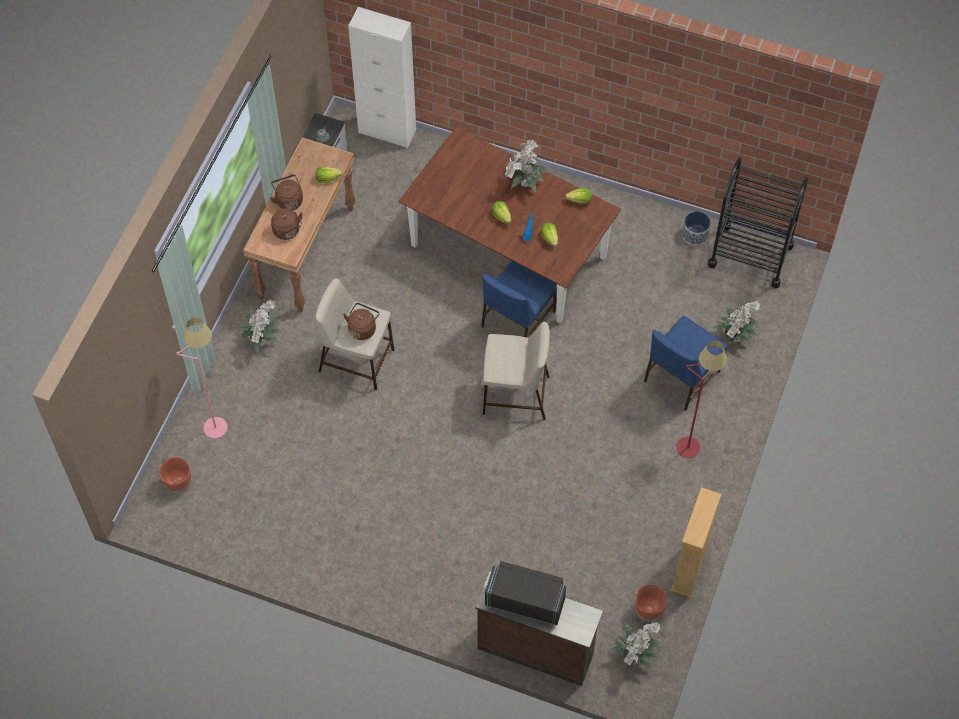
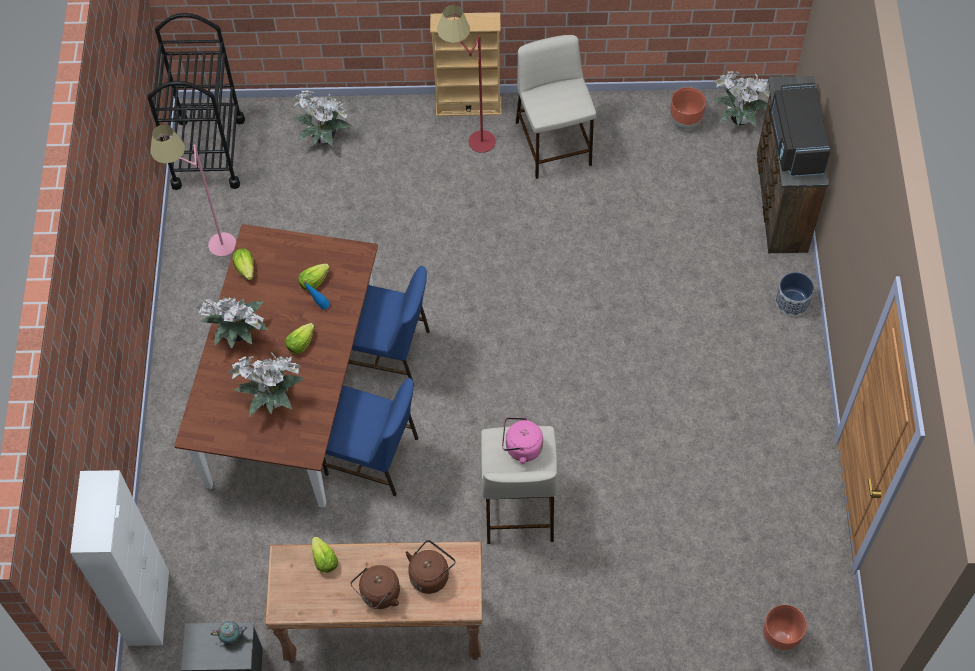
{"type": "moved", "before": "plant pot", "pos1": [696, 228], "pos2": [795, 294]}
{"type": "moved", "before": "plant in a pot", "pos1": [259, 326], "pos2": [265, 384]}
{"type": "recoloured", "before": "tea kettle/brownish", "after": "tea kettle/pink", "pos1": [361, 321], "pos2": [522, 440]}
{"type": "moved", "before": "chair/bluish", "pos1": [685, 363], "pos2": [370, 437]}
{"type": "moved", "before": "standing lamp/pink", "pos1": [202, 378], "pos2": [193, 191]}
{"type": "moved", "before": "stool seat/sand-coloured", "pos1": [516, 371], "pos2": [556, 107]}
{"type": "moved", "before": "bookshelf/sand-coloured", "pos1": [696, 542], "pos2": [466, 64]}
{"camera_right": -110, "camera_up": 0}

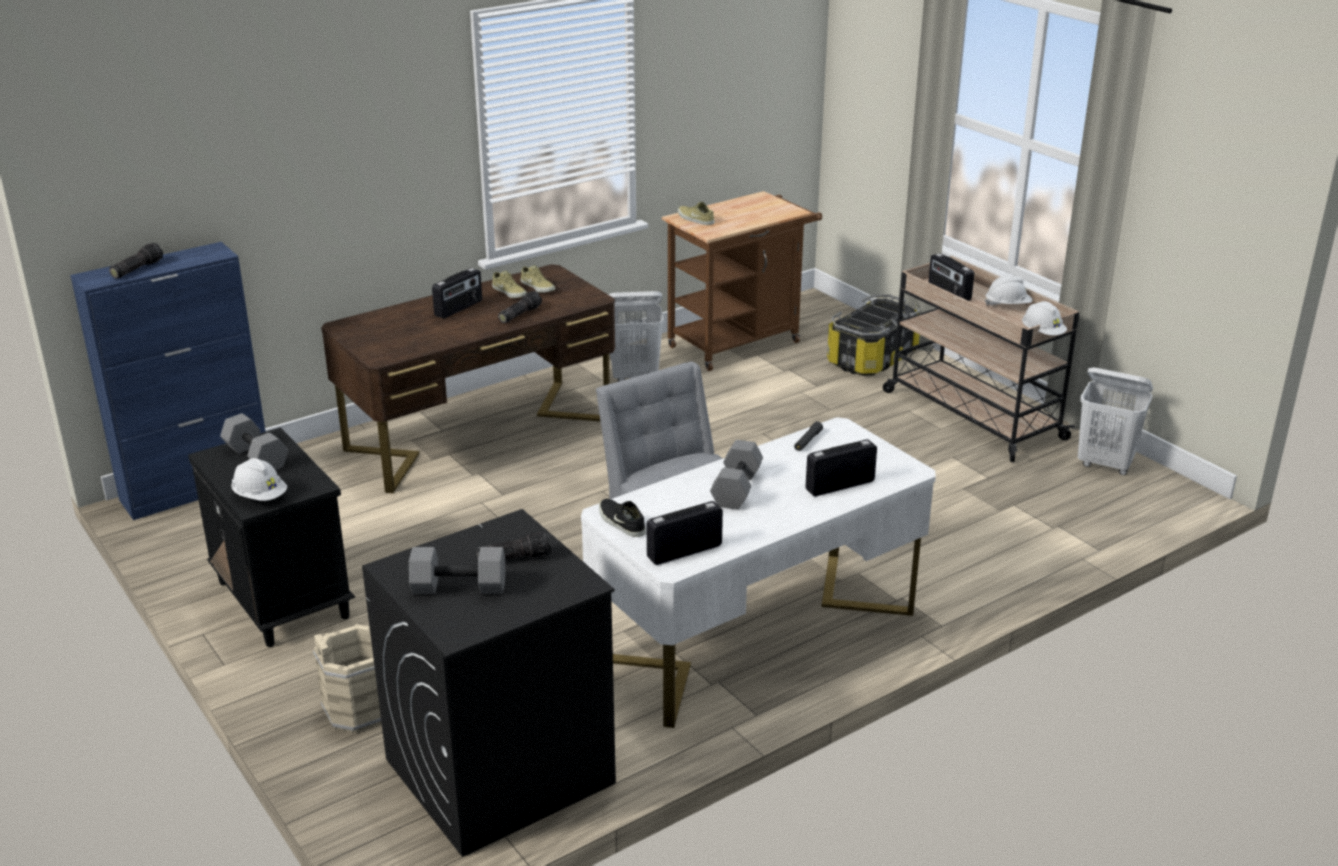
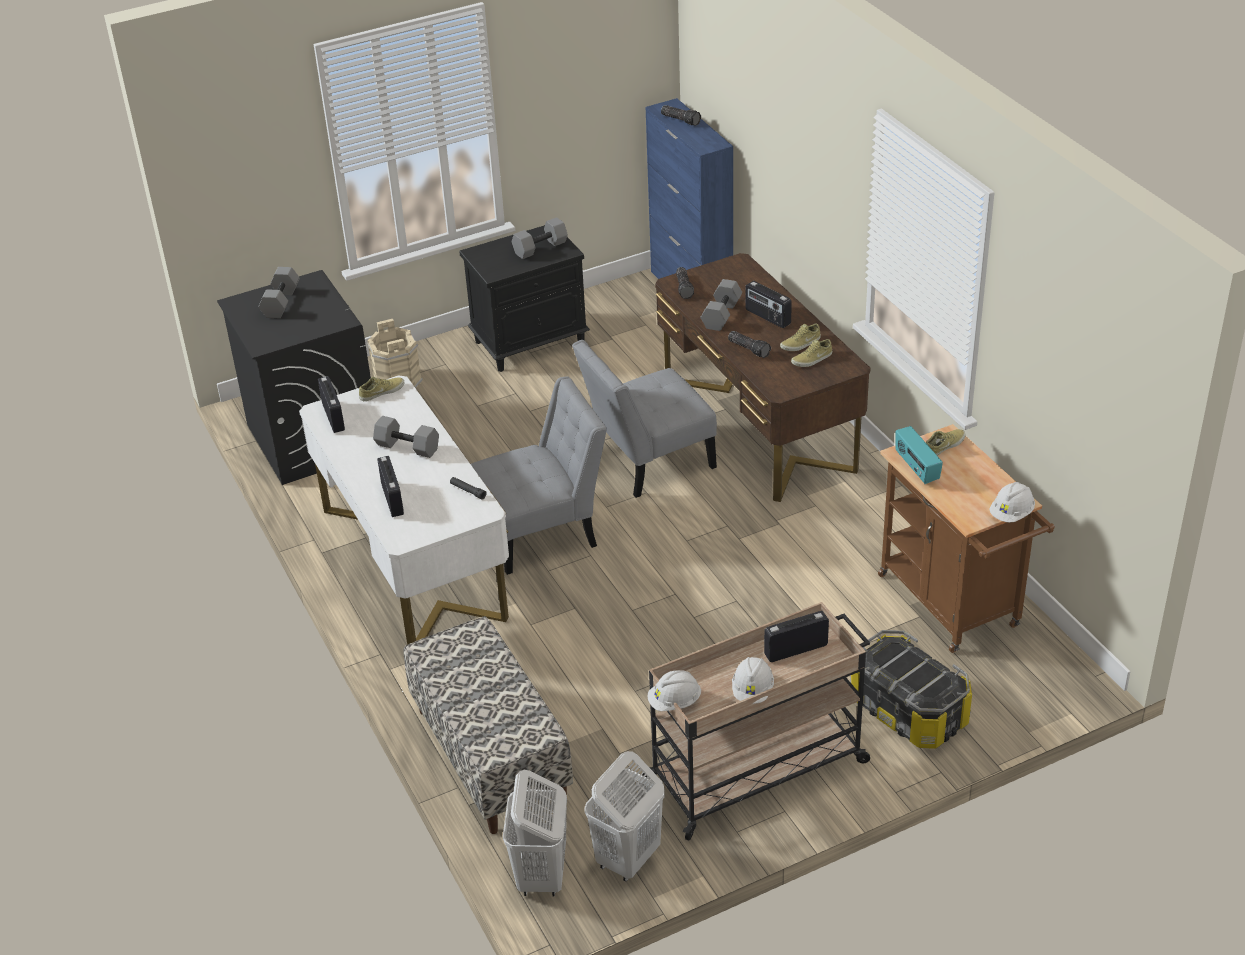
{"type": "moved", "before": "laundry basket/white-coloured", "pos1": [636, 336], "pos2": [535, 833]}
{"type": "moved", "before": "hard hat/white-coloured", "pos1": [259, 479], "pos2": [1012, 502]}
{"type": "recoloured", "before": "low shoe/black", "after": "low shoe/sand-coloured", "pos1": [622, 518], "pos2": [382, 389]}
{"type": "moved", "before": "flashlight", "pos1": [513, 545], "pos2": [685, 283]}
{"type": "added", "after": "dumbbell/grey", "pos2": [721, 305]}
{"type": "added", "after": "chair/grey", "pos2": [644, 419]}
{"type": "added", "after": "radio receiver", "pos2": [919, 455]}
{"type": "added", "after": "indoor bench", "pos2": [488, 725]}
{"camera_right": 100, "camera_up": 10}

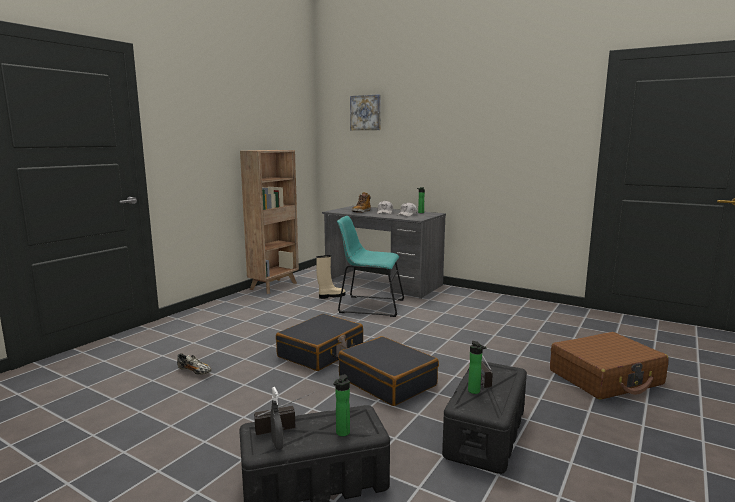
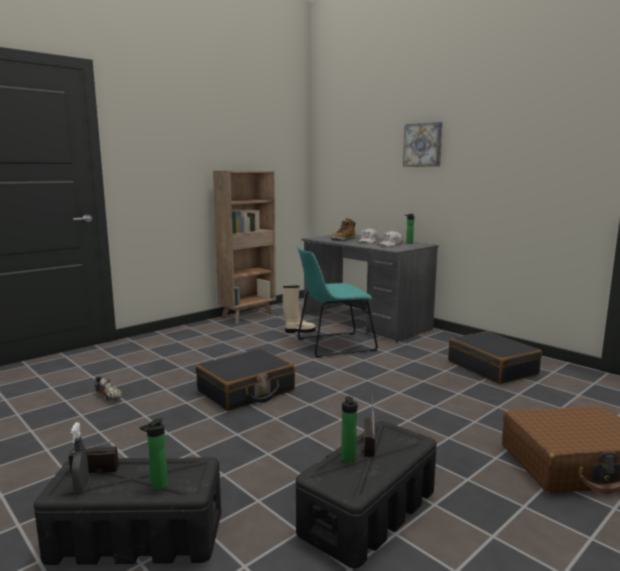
{"type": "moved", "before": "wall art", "pos1": [365, 112], "pos2": [423, 144]}
{"type": "turned", "before": "chair/turquoise", "pos1": [370, 266], "pos2": [337, 302], "turn": -45}
{"type": "moved", "before": "suitcase/black", "pos1": [388, 371], "pos2": [495, 357]}
{"camera_right": 15, "camera_up": 0}

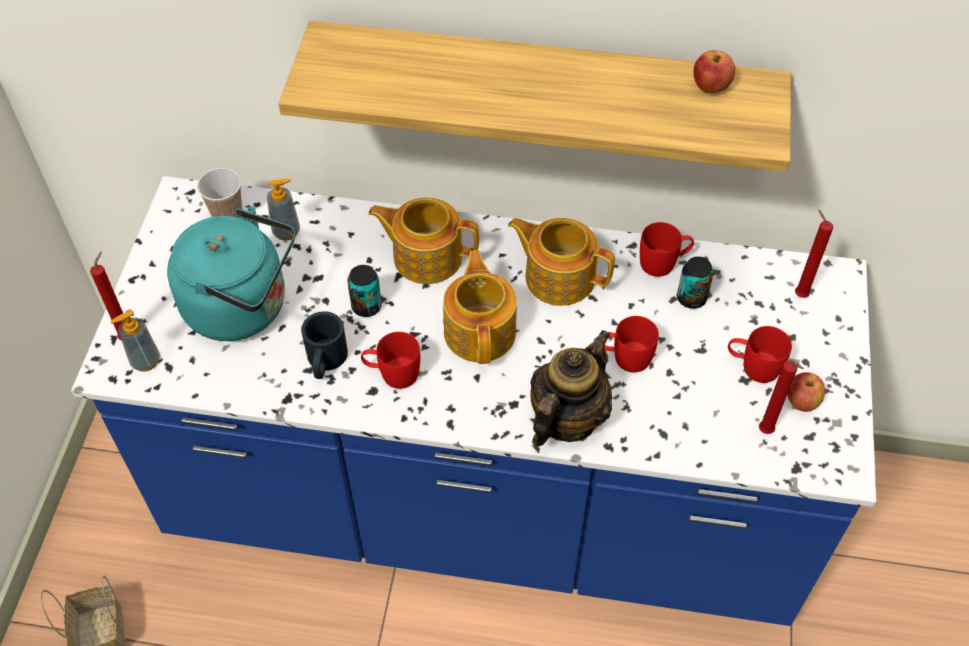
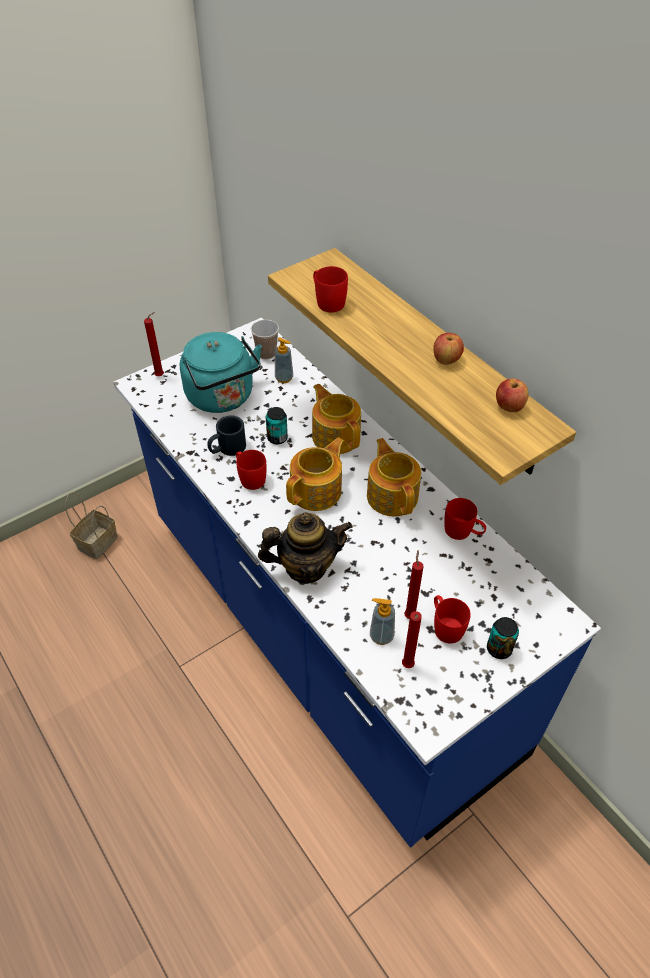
{"type": "moved", "before": "candle/reddish", "pos1": [814, 254], "pos2": [414, 584]}
{"type": "moved", "before": "sealed can", "pos1": [695, 283], "pos2": [503, 638]}
{"type": "moved", "before": "soap bottle", "pos1": [135, 341], "pos2": [382, 621]}
{"type": "moved", "before": "coffee mug/reddish", "pos1": [631, 344], "pos2": [330, 289]}
{"type": "moved", "before": "apple fruit", "pos1": [806, 392], "pos2": [448, 349]}
{"camera_right": 45, "camera_up": -5}

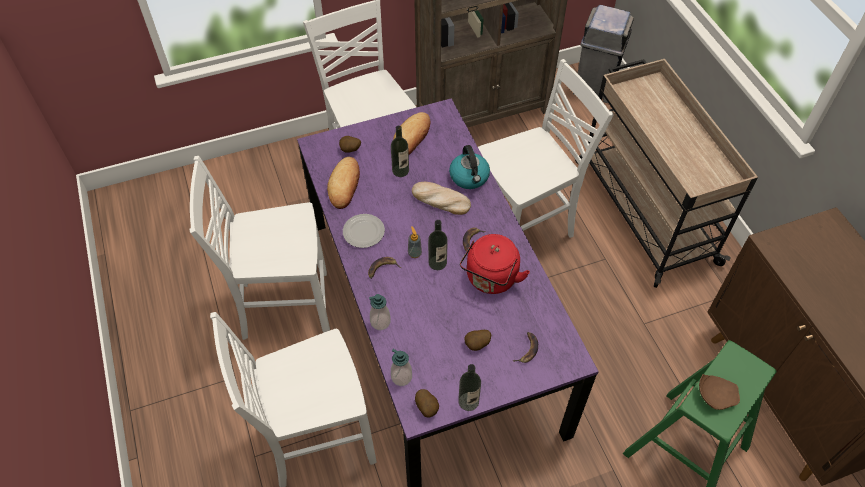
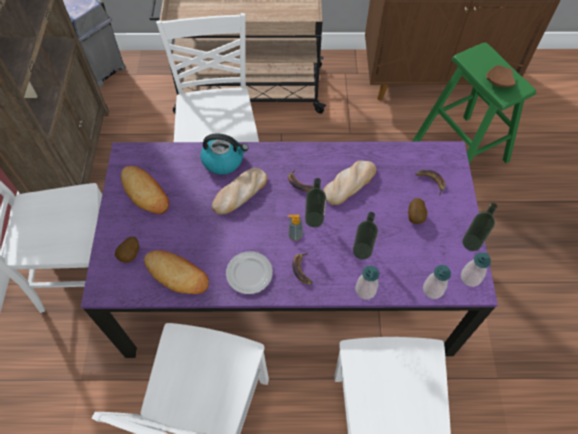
{"type": "moved", "before": "drink bottle", "pos1": [400, 151], "pos2": [365, 236]}
{"type": "replaced", "before": "tea kettle/reddish", "after": "bakery bread", "pos1": [495, 264], "pos2": [349, 183]}
{"type": "replaced", "before": "spud", "after": "soap bottle", "pos1": [427, 403], "pos2": [476, 270]}
{"camera_right": -70, "camera_up": 5}

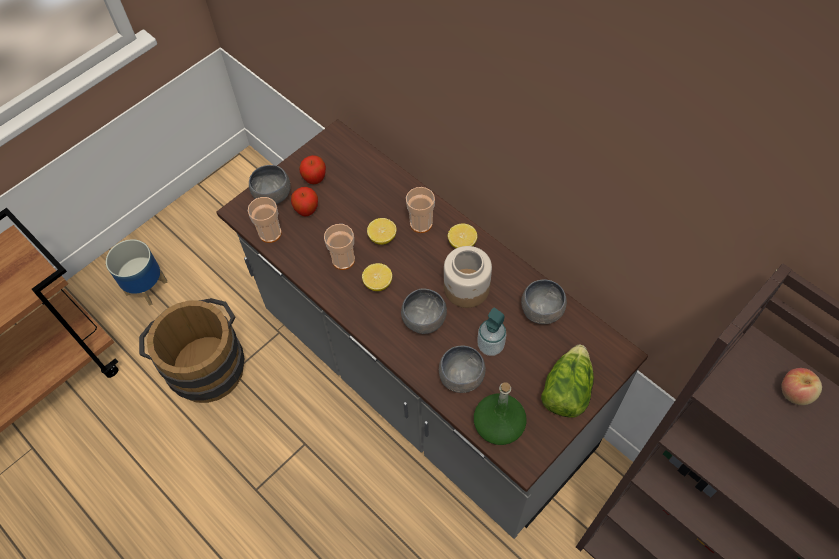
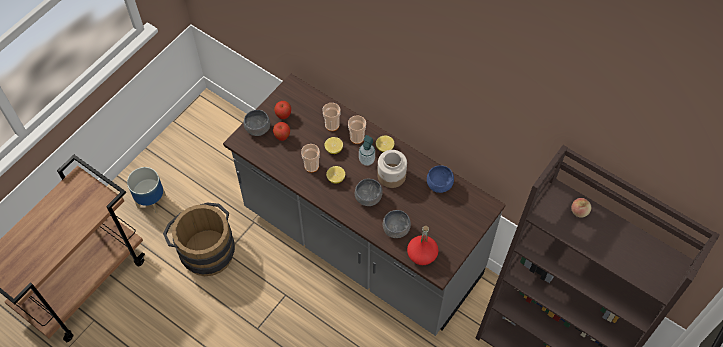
{"type": "moved", "before": "drinking cup", "pos1": [265, 220], "pos2": [331, 117]}
{"type": "recoloured", "before": "serving bowl/grey", "after": "serving bowl/bluish", "pos1": [544, 302], "pos2": [440, 179]}
{"type": "moved", "before": "soap bottle", "pos1": [491, 332], "pos2": [367, 150]}
{"type": "removed", "before": "lettuce", "pos1": [567, 381]}
{"type": "recoloured", "before": "drink bottle/green-coloured", "after": "drink bottle/reddish", "pos1": [500, 413], "pos2": [422, 245]}
{"camera_right": -10, "camera_up": 0}

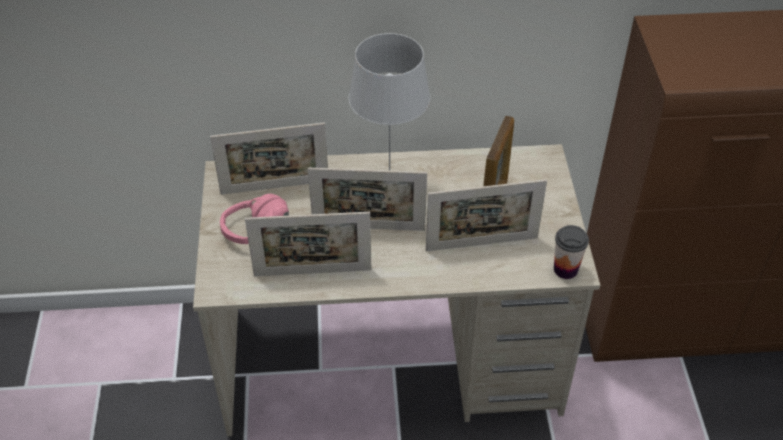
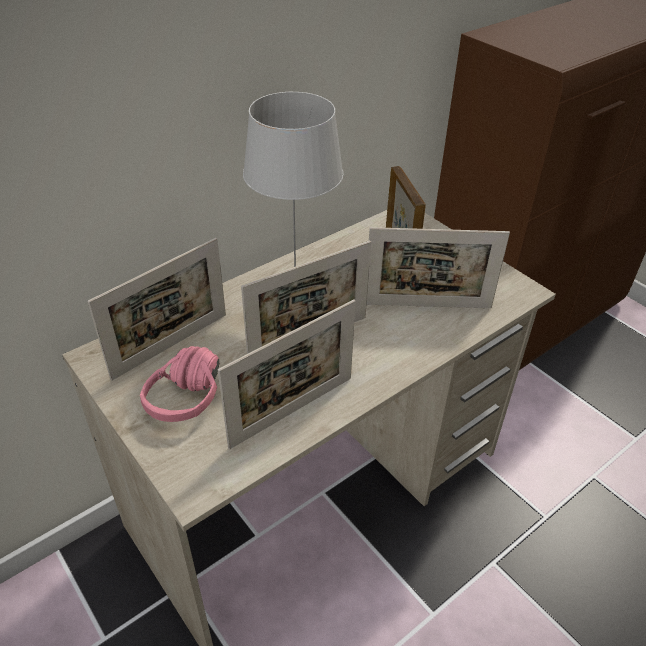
{"type": "turned", "before": "standing frame", "pos1": [486, 215], "pos2": [438, 267], "turn": 45}
{"type": "removed", "before": "drinking cup", "pos1": [571, 252]}
{"camera_right": -35, "camera_up": -5}

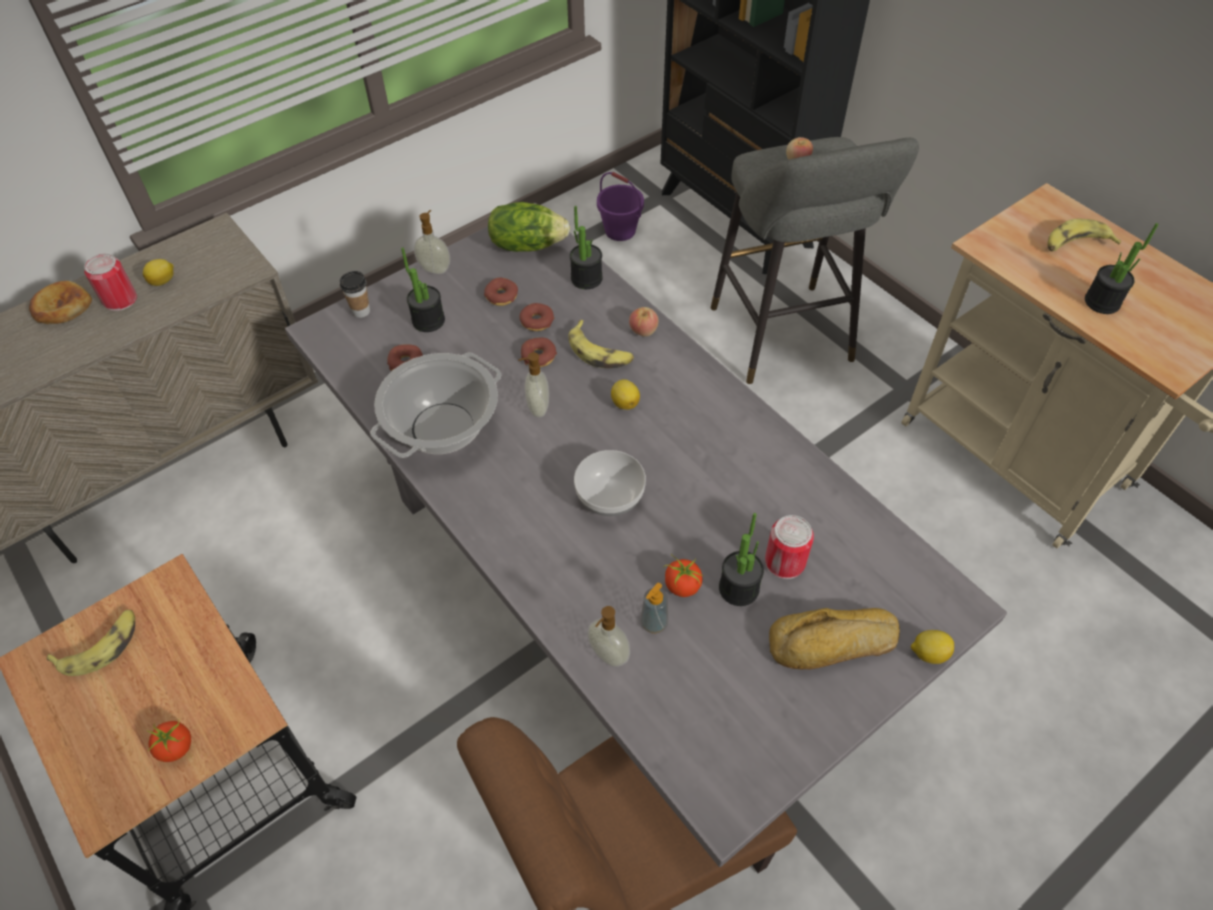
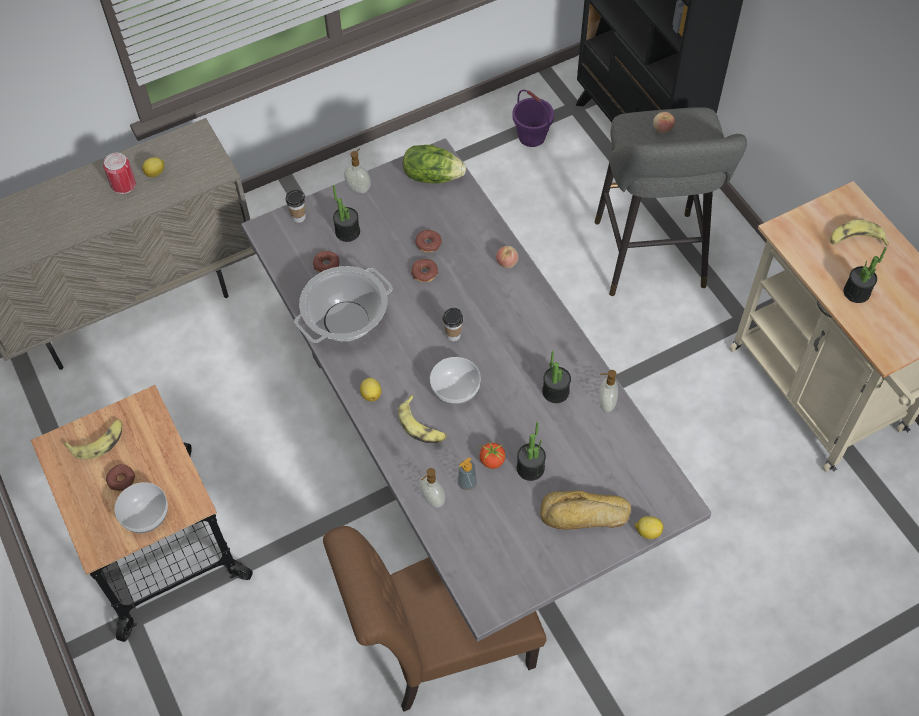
{"type": "moved", "before": "plant in a pot", "pos1": [586, 247], "pos2": [556, 377]}
{"type": "moved", "before": "doughnut", "pos1": [501, 292], "pos2": [120, 477]}
{"type": "removed", "before": "bakery bread", "pos1": [60, 302]}
{"type": "moved", "before": "banana", "pos1": [601, 344], "pos2": [422, 419]}
{"type": "moved", "before": "soap bottle", "pos1": [533, 385], "pos2": [608, 391]}
{"type": "moved", "before": "lemon", "pos1": [625, 394], "pos2": [370, 389]}
{"type": "removed", "before": "sealed can", "pos1": [789, 547]}
{"type": "replaced", "before": "tomato", "after": "serving bowl", "pos1": [168, 740], "pos2": [141, 507]}
{"type": "added", "after": "drinking cup", "pos2": [453, 324]}
{"camera_right": 10, "camera_up": 5}

